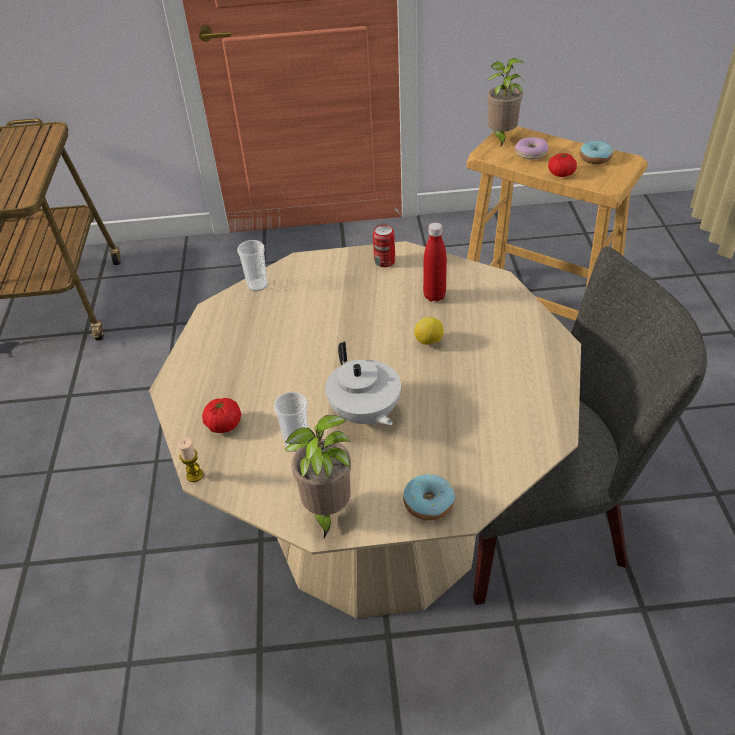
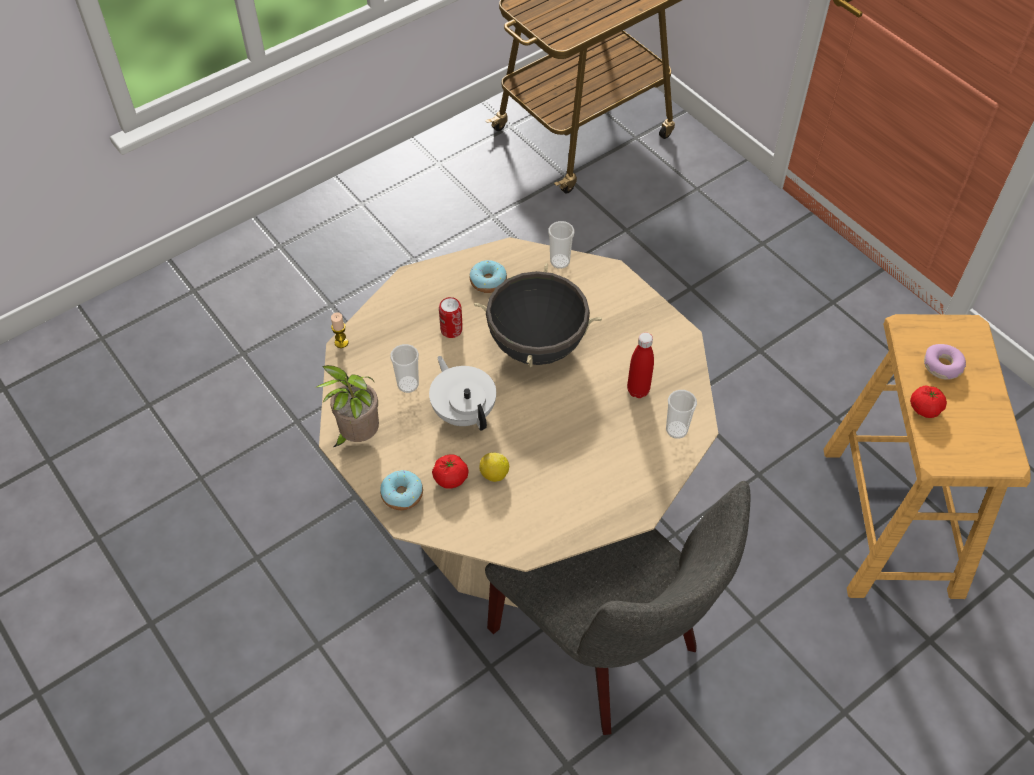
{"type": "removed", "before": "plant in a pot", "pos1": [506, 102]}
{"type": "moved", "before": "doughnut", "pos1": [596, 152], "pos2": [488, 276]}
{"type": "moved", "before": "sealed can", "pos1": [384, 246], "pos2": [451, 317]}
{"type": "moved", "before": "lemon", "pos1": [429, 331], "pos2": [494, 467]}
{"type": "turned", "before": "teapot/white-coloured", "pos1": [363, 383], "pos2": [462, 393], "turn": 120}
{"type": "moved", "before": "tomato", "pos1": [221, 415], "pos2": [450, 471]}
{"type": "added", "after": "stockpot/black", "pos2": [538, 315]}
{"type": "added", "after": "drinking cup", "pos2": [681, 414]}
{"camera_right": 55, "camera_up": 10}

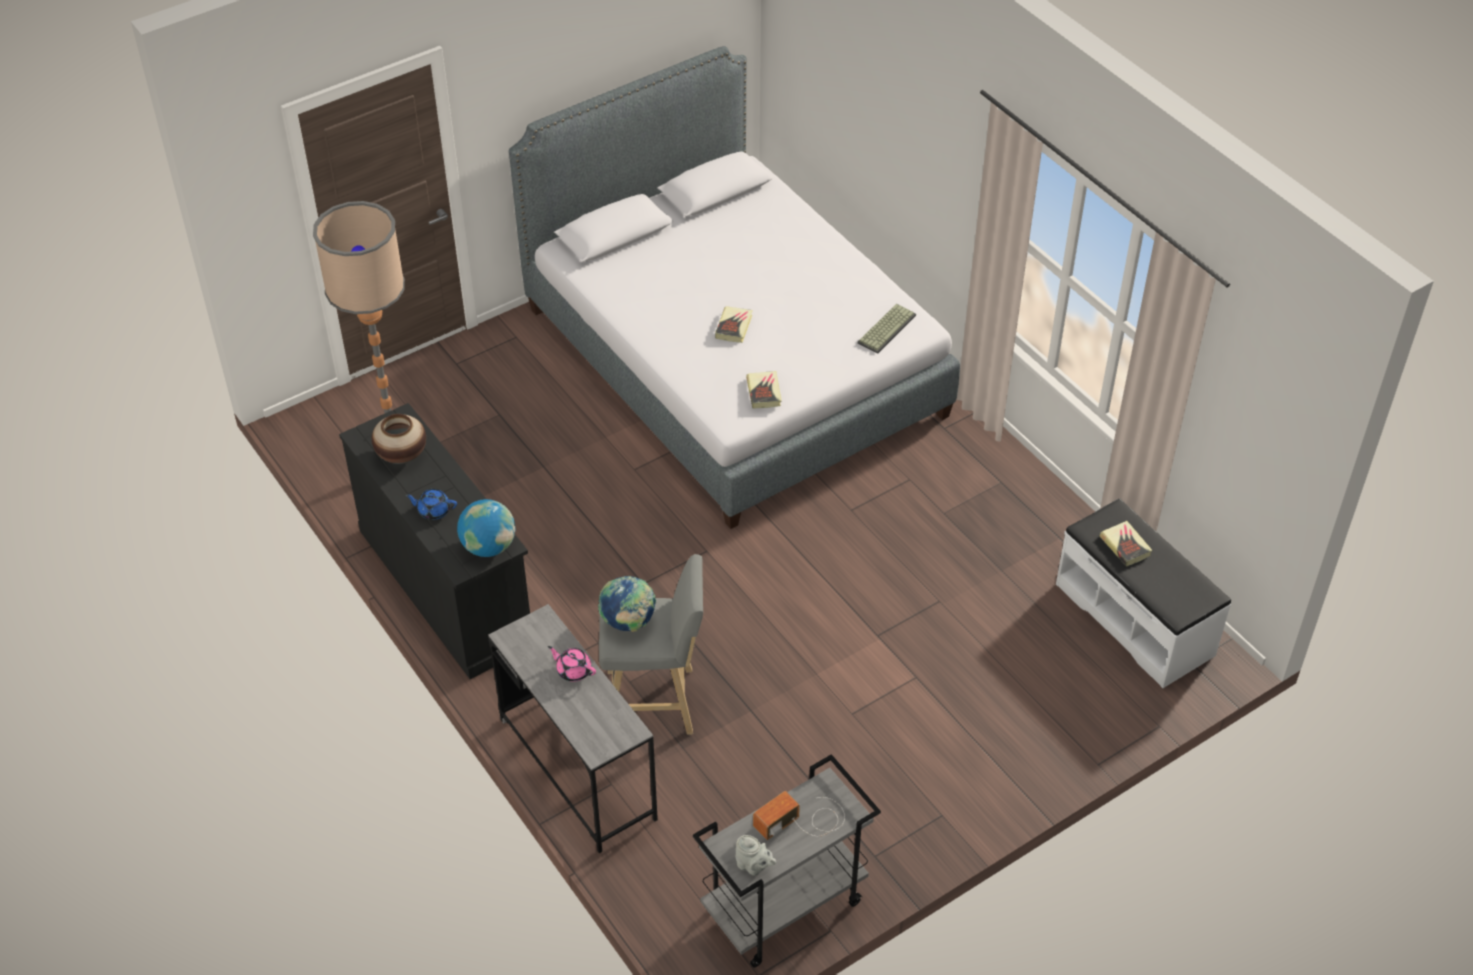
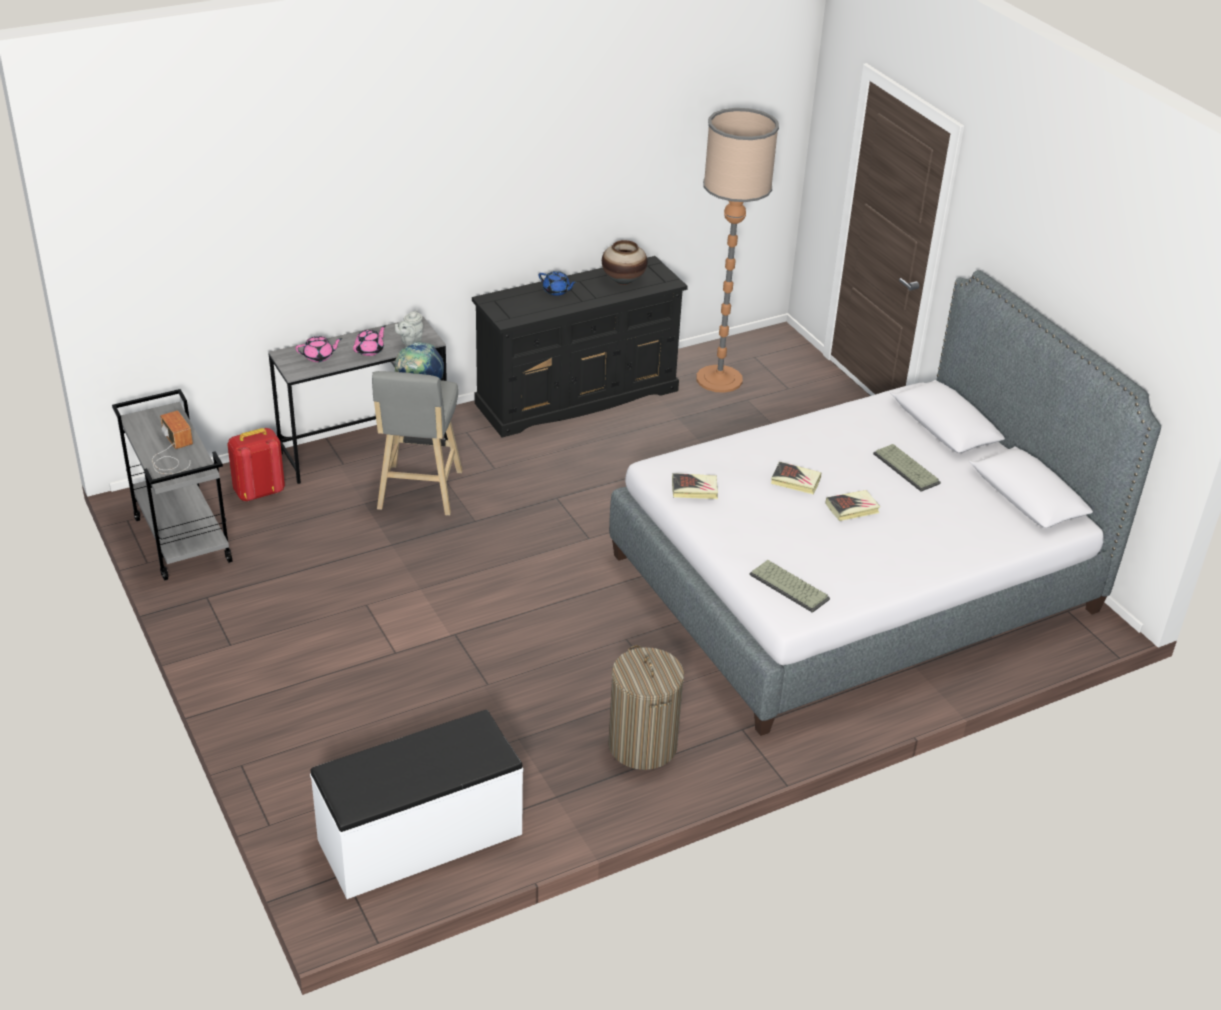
{"type": "turned", "before": "teapot/bluish", "pos1": [431, 504], "pos2": [558, 283], "turn": 105}
{"type": "removed", "before": "globe", "pos1": [486, 528]}
{"type": "moved", "before": "book", "pos1": [1126, 544], "pos2": [852, 505]}
{"type": "moved", "before": "teapot/grey", "pos1": [756, 855], "pos2": [409, 328]}
{"type": "added", "after": "teapot/pink", "pos2": [319, 349]}
{"type": "added", "after": "rucksack/reddish", "pos2": [256, 464]}
{"type": "added", "after": "computer keyboard", "pos2": [907, 468]}
{"type": "added", "after": "laundry basket", "pos2": [646, 707]}
{"camera_right": 95, "camera_up": -10}

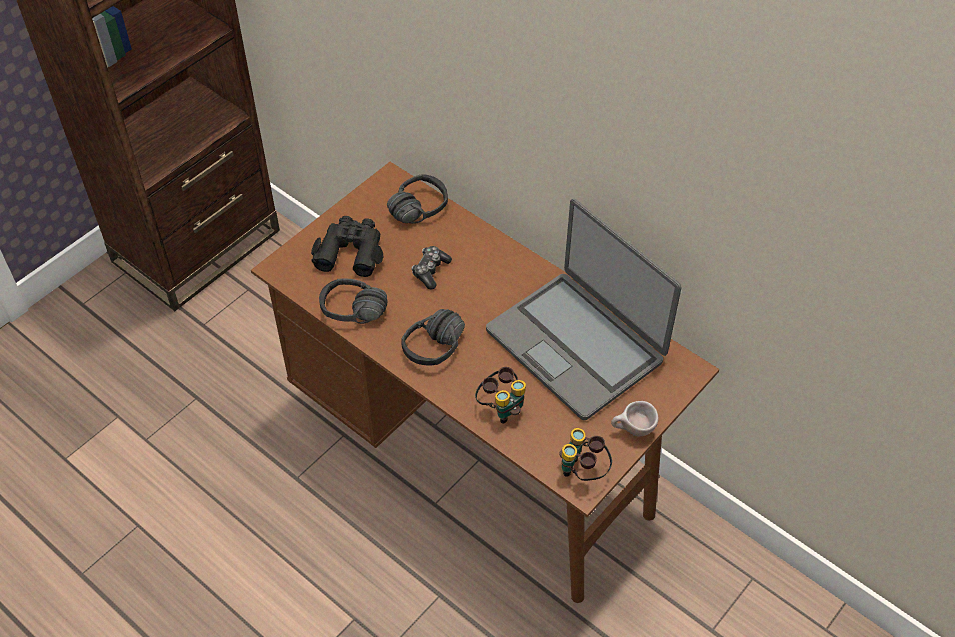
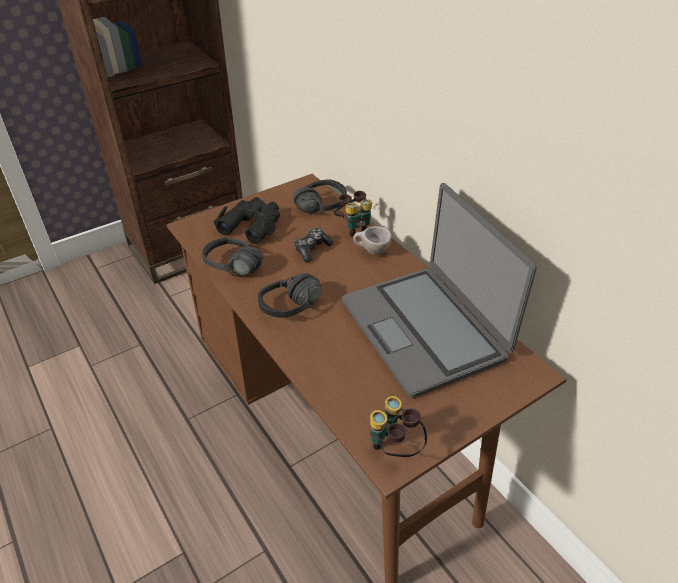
{"type": "moved", "before": "binoculars", "pos1": [500, 395], "pos2": [353, 213]}
{"type": "moved", "before": "drinking cup/sand-coloured", "pos1": [635, 418], "pos2": [372, 240]}
{"camera_right": 15, "camera_up": -10}

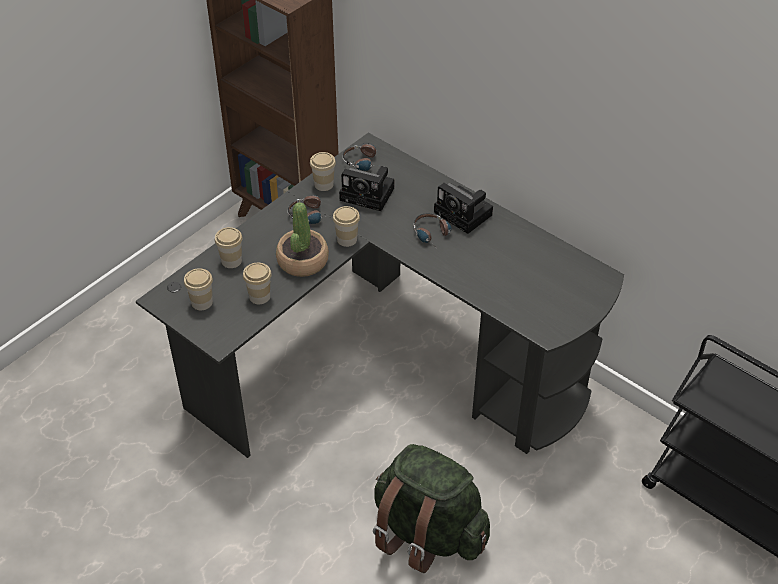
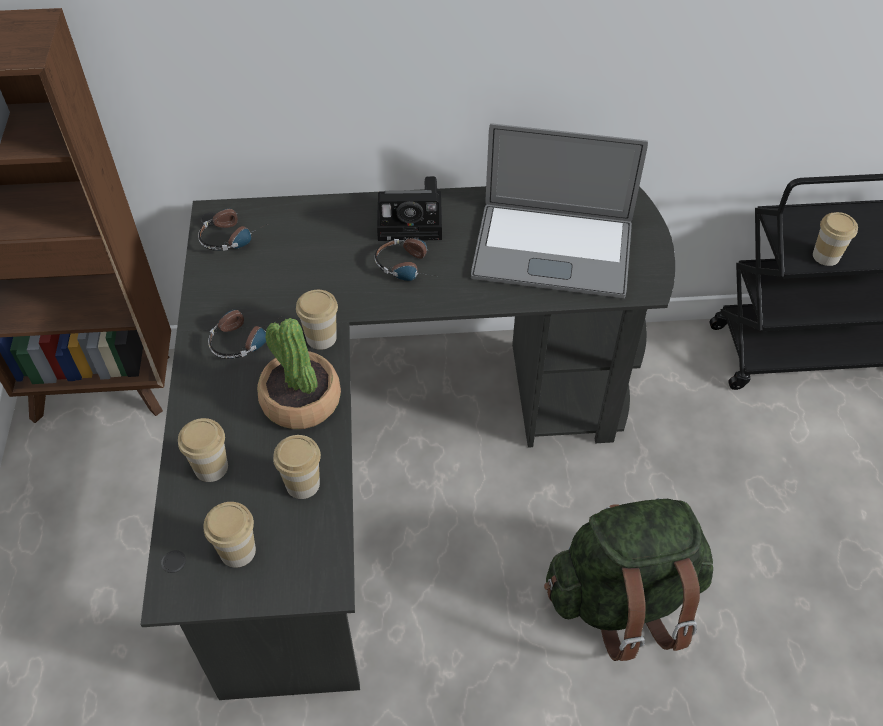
{"type": "moved", "before": "drinking cup", "pos1": [323, 171], "pos2": [835, 239]}
{"type": "removed", "before": "still camera", "pos1": [366, 188]}
{"type": "added", "after": "laptop", "pos2": [559, 210]}
{"camera_right": -45, "camera_up": 5}

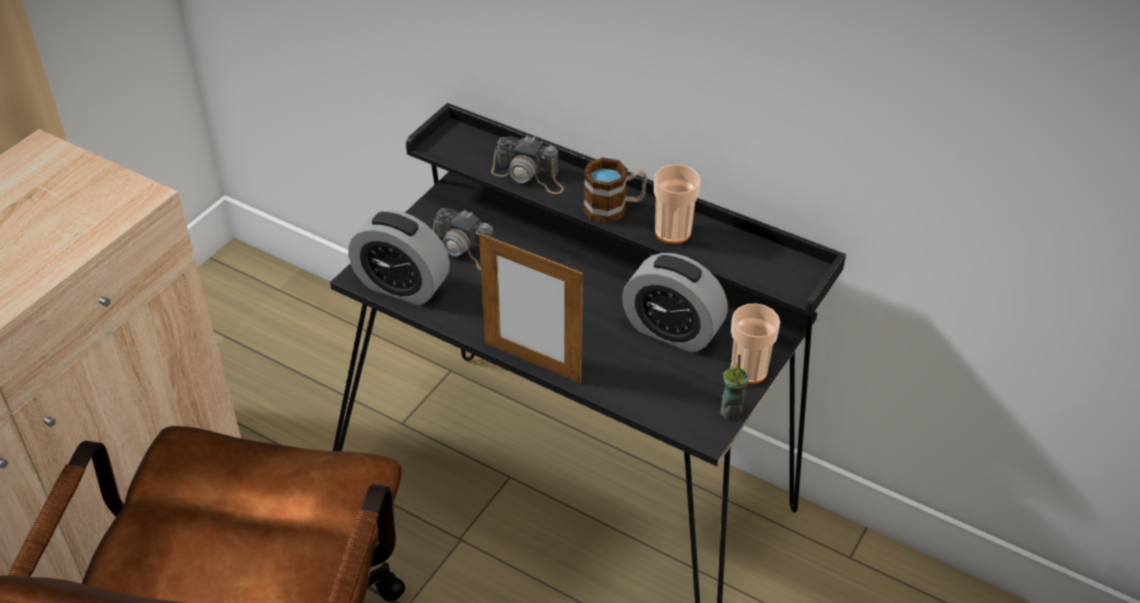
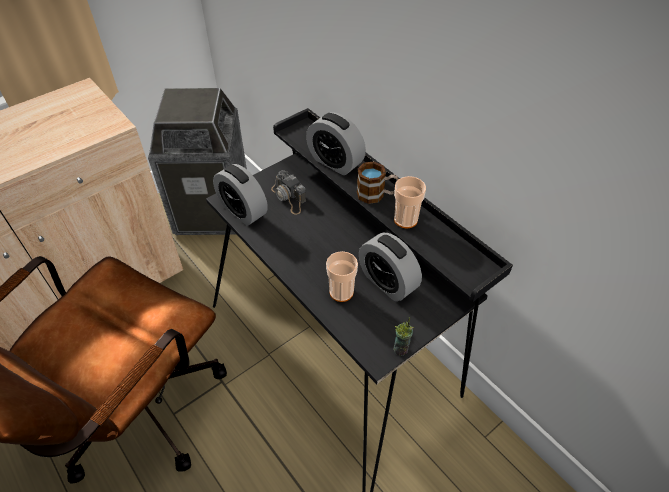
{"type": "replaced", "before": "still camera", "after": "alarm clock", "pos1": [527, 164], "pos2": [336, 143]}
{"type": "removed", "before": "standing frame", "pos1": [531, 308]}
{"type": "moved", "before": "drinking cup", "pos1": [755, 343], "pos2": [342, 276]}
{"type": "added", "after": "waste bin", "pos2": [197, 161]}
{"camera_right": 20, "camera_up": 5}

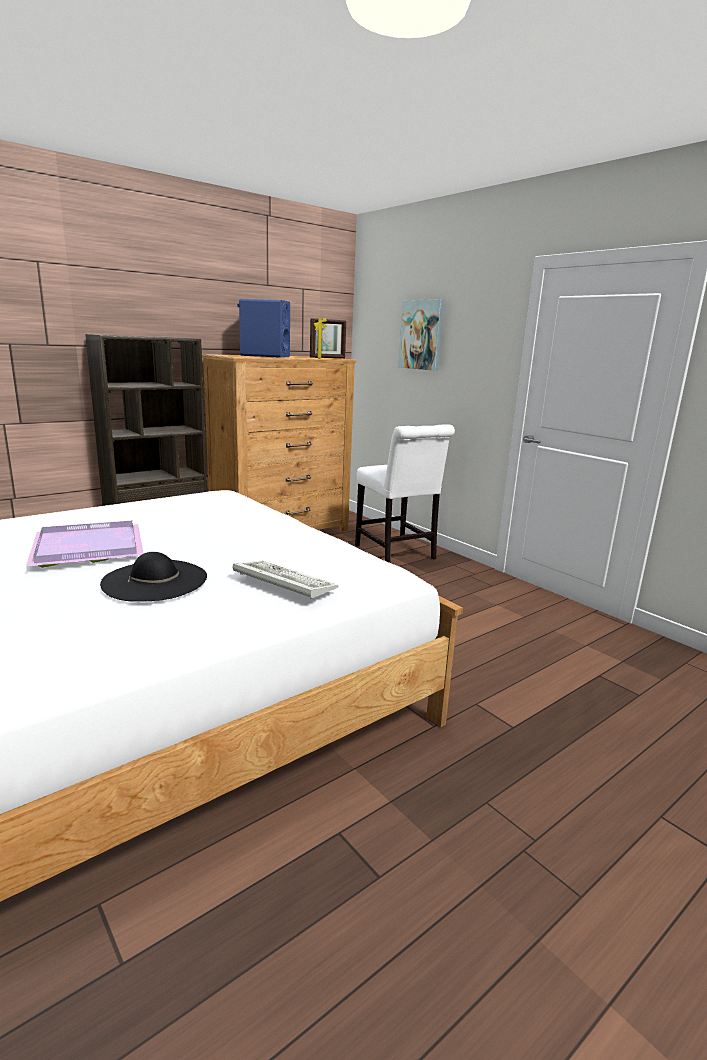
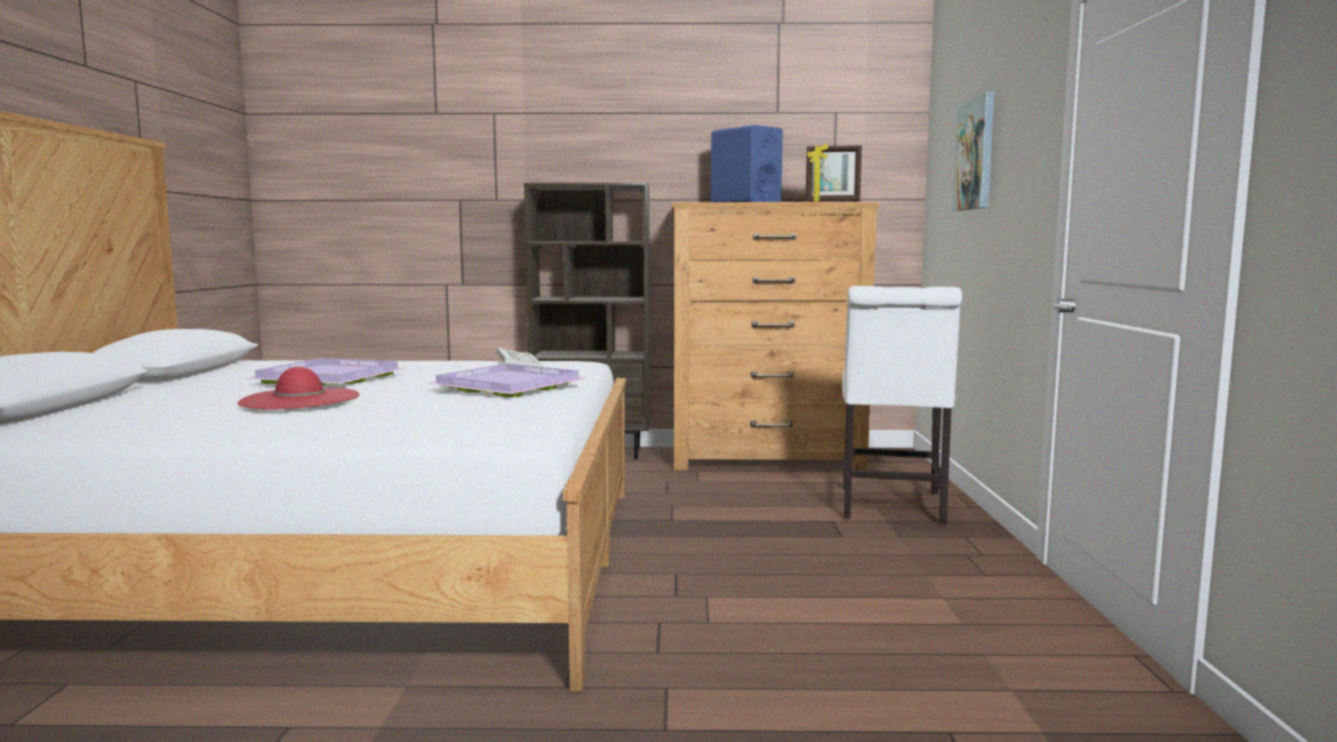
{"type": "recoloured", "before": "wearable hat/black", "after": "wearable hat/reddish", "pos1": [153, 577], "pos2": [298, 388]}
{"type": "moved", "before": "computer keyboard", "pos1": [285, 580], "pos2": [520, 357]}
{"type": "added", "after": "serving tray/purple-coloured", "pos2": [506, 380]}
{"camera_right": 40, "camera_up": -10}

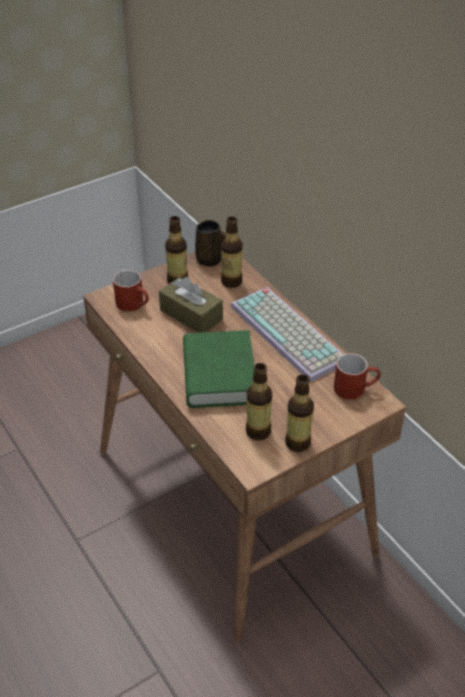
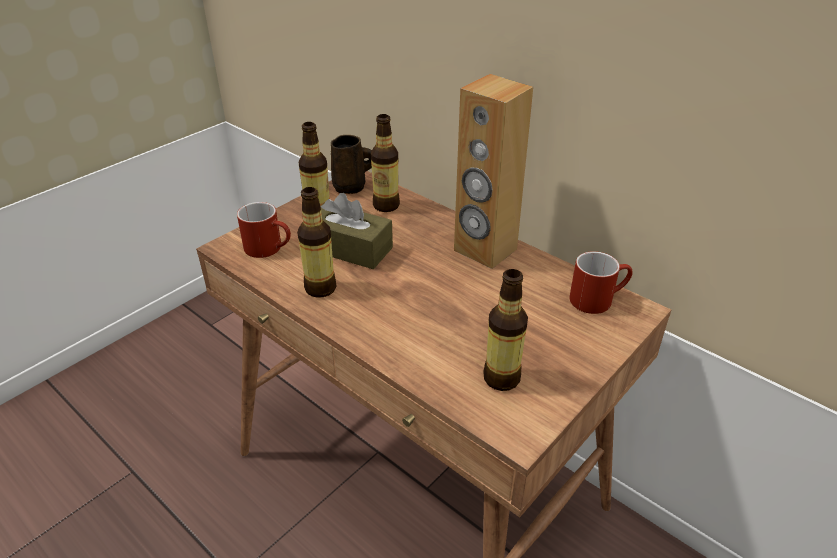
{"type": "replaced", "before": "computer keyboard", "after": "speaker/brownish", "pos1": [287, 334], "pos2": [493, 171]}
{"type": "removed", "before": "book/green-coloured", "pos1": [218, 369]}
{"type": "moved", "before": "drink bottle", "pos1": [299, 413], "pos2": [316, 242]}
{"camera_right": -15, "camera_up": -5}

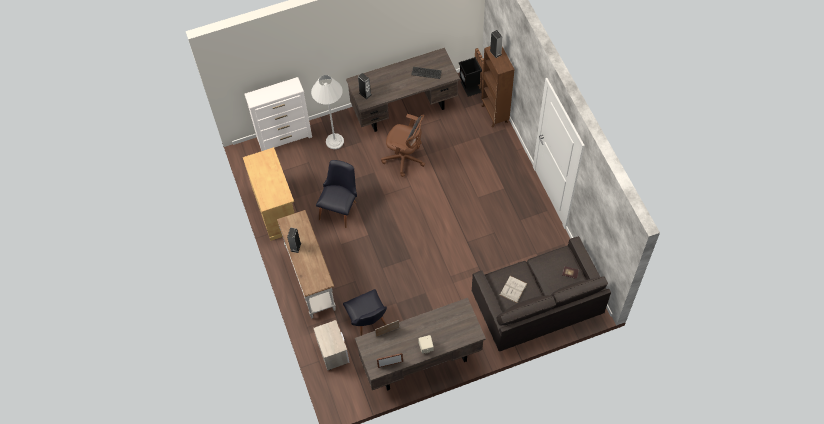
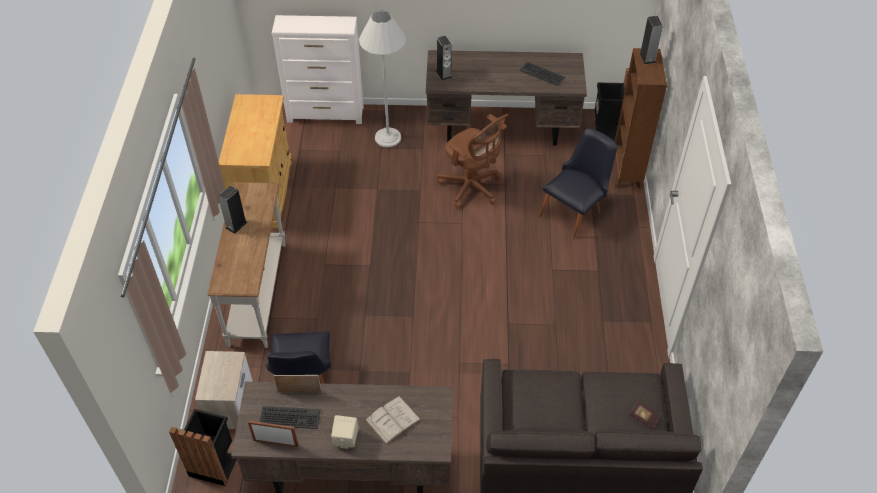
{"type": "moved", "before": "chair/black", "pos1": [336, 194], "pos2": [578, 183]}
{"type": "moved", "before": "book/white-coloured", "pos1": [513, 289], "pos2": [393, 420]}
{"type": "added", "after": "computer keyboard", "pos2": [290, 417]}
{"type": "added", "after": "waste bin/black", "pos2": [203, 447]}
{"camera_right": 20, "camera_up": -10}

